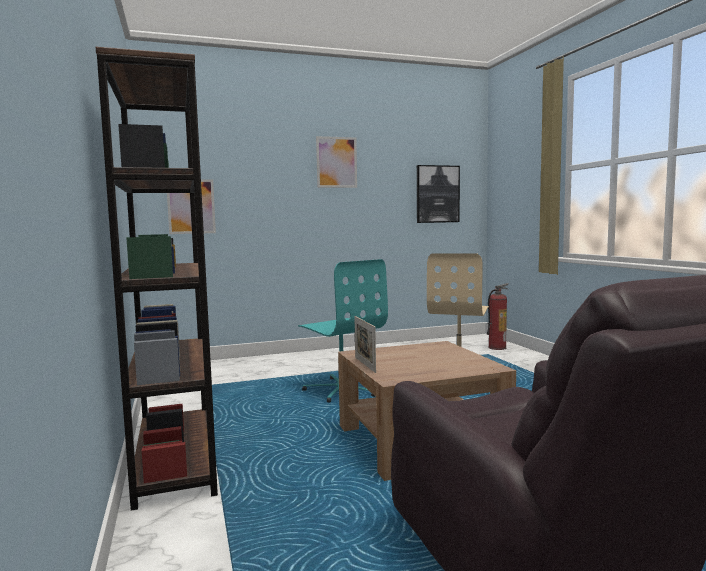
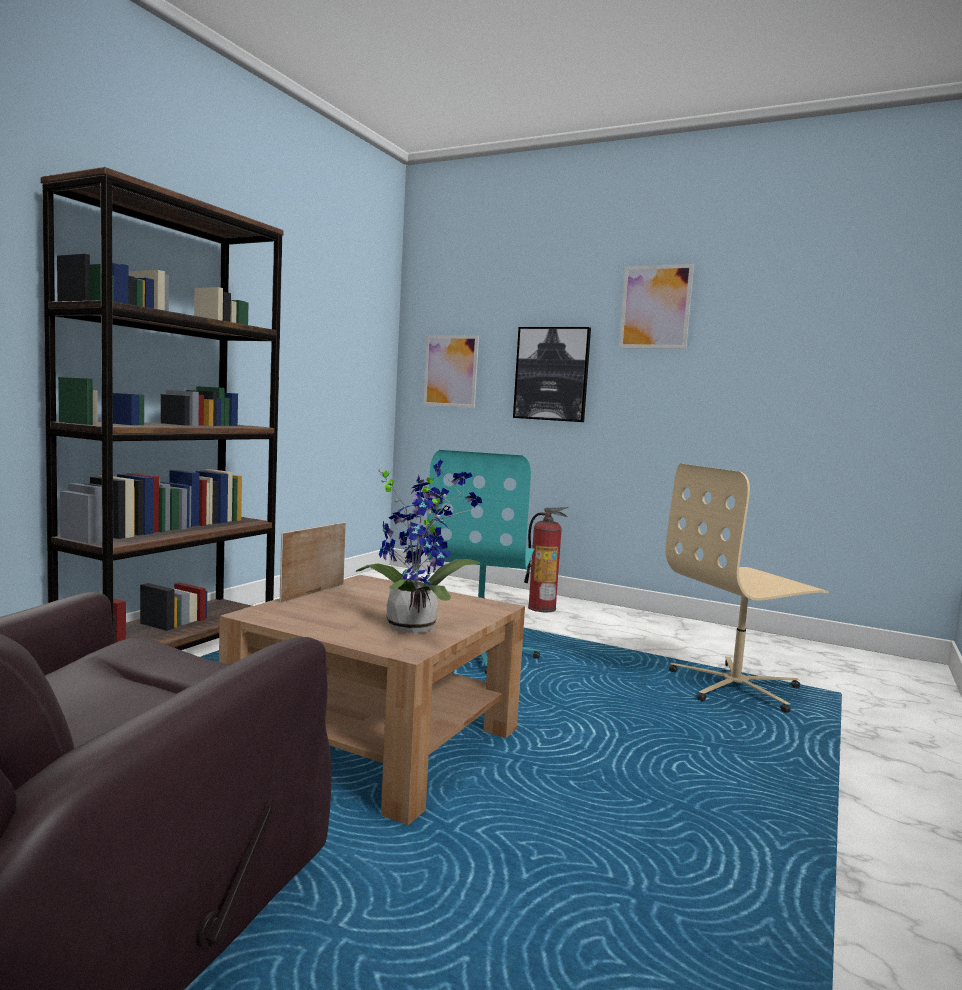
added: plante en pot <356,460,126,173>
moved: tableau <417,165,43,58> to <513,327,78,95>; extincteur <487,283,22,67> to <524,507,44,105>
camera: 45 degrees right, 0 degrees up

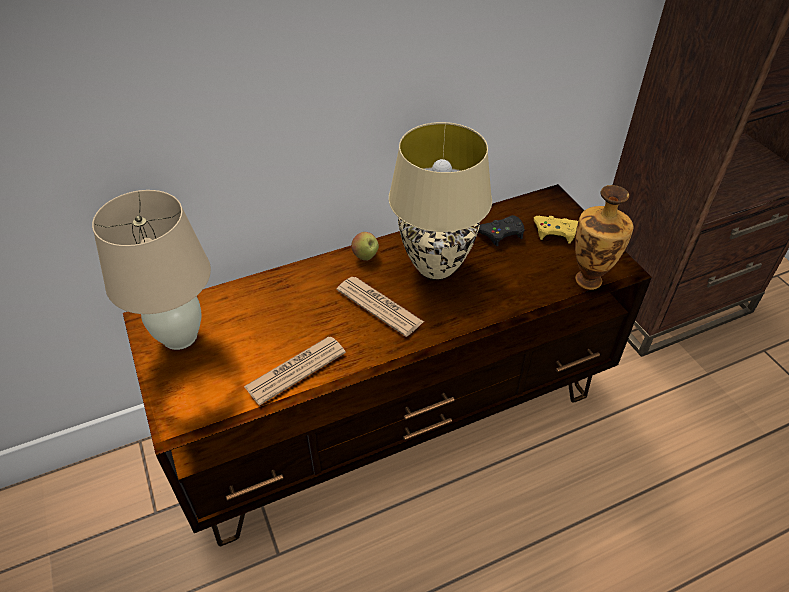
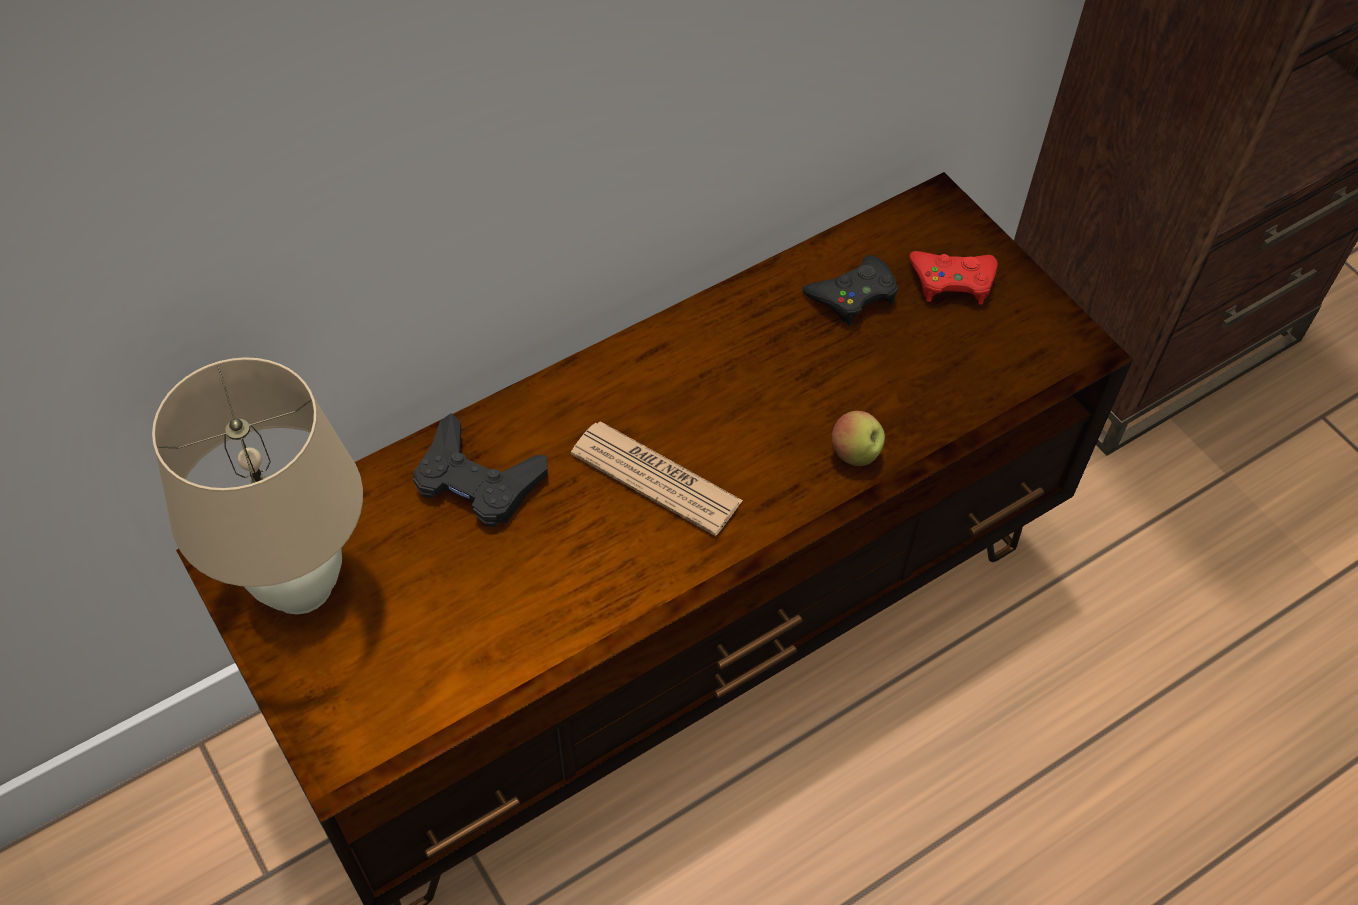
removed: journal <244,336,102,69>; lampe de table [beige] <389,122,103,157>; vase <575,185,58,105>
added: manette [noir] <413,413,135,114>
moved: pomme <351,232,28,29> to <831,411,54,55>
recoloured: manette [jaune] <534,216,44,27> to manette [rouge] <910,251,88,54>
camera: 10 degrees left, 10 degrees up

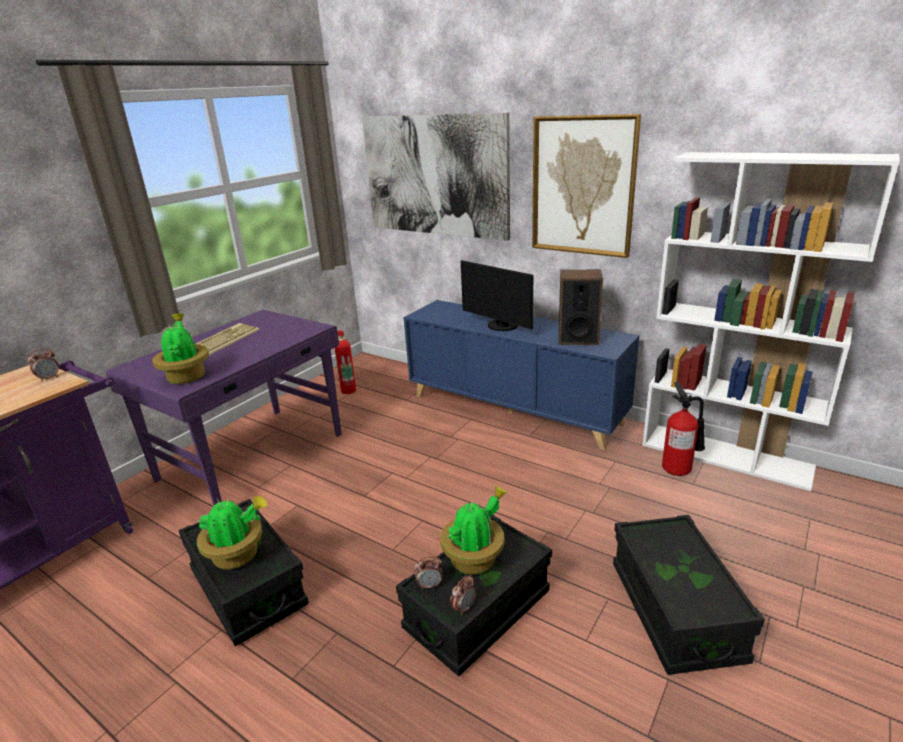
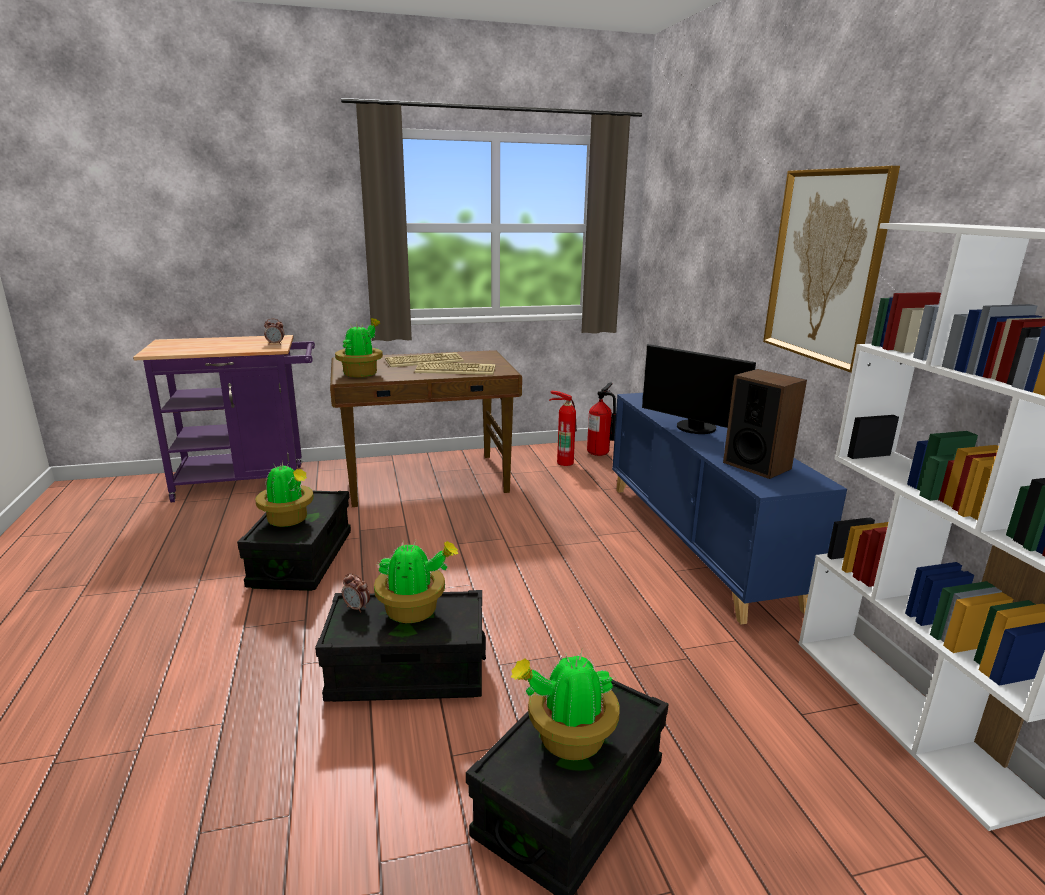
removed: tableau <362,113,148,128>; réveil <450,575,26,41>
added: clavier <415,362,80,13>; plante en pot <511,650,108,110>
moved: extincteur <662,382,43,94> to <587,382,29,74>
recoloured: bureau [violet] <106,310,236,195> to bureau [marron] <330,350,192,157>
turned: écran d'ordinateur <461,260,72,71> = <642,344,114,90> 45 degrees counterclockwise
camera: 40 degrees right, 5 degrees down

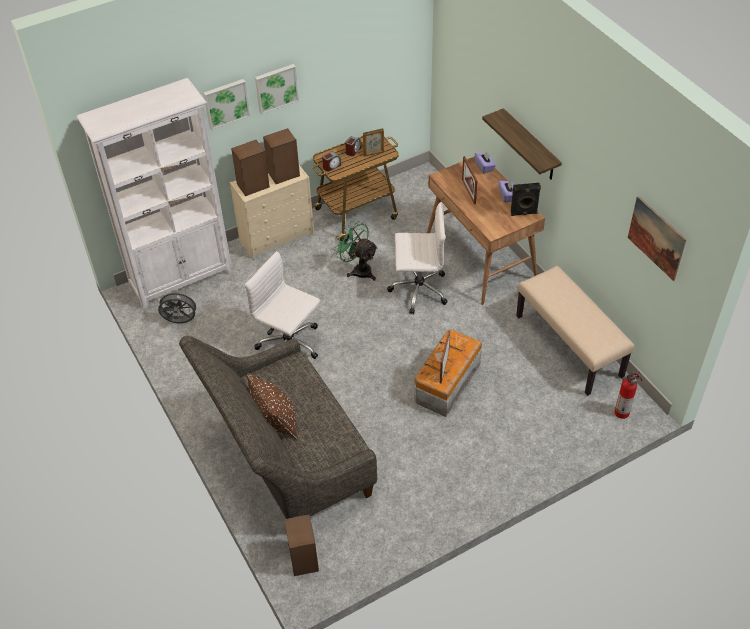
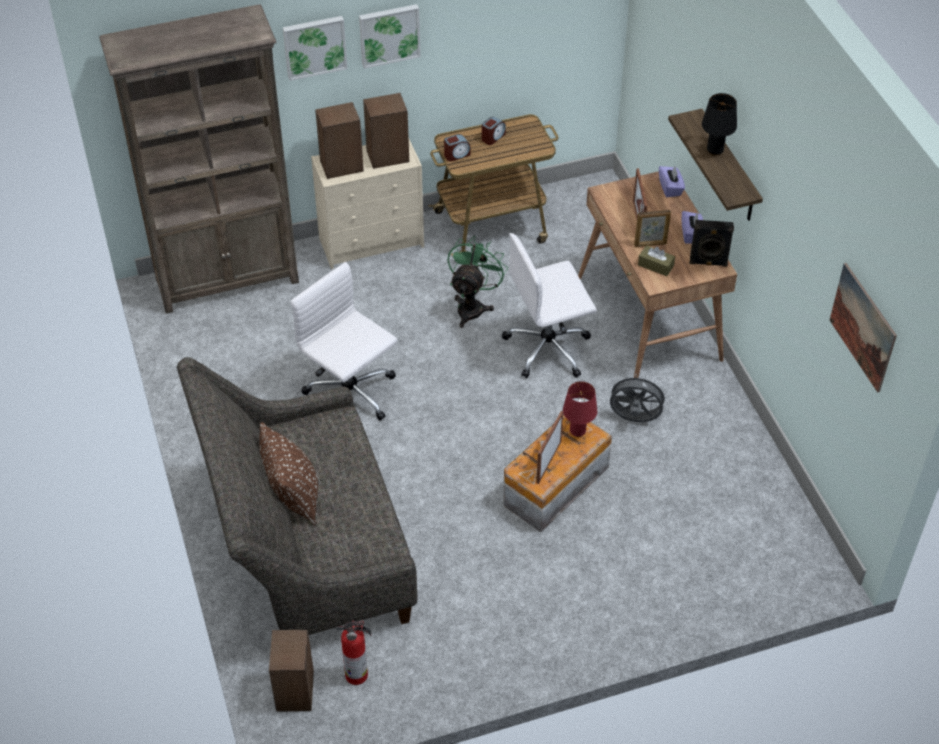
removed: banc [beige] <516,266,119,130>
added: lampe de table [rouge] <563,381,34,56>; boîte à mouchoirs [marron] <638,245,37,31>; lampe de table [noir] <702,93,35,62>
moved: ventilateur [gris] <158,290,40,33> to <608,373,61,49>; cadre photo <363,128,21,29> to <634,210,37,37>; extincteur <615,371,27,48> to <337,620,34,65>
recoloured: bibliothèque [blanc] <77,78,156,231> to bibliothèque [marron] <99,5,200,309>
turned: ventilateur [vert] <333,221,45,60> = <447,236,61,92> 60 degrees clockwise; chaise de bureau [blanc] <387,202,61,113> = <502,233,95,145> 150 degrees clockwise
camera: 10 degrees right, 0 degrees up

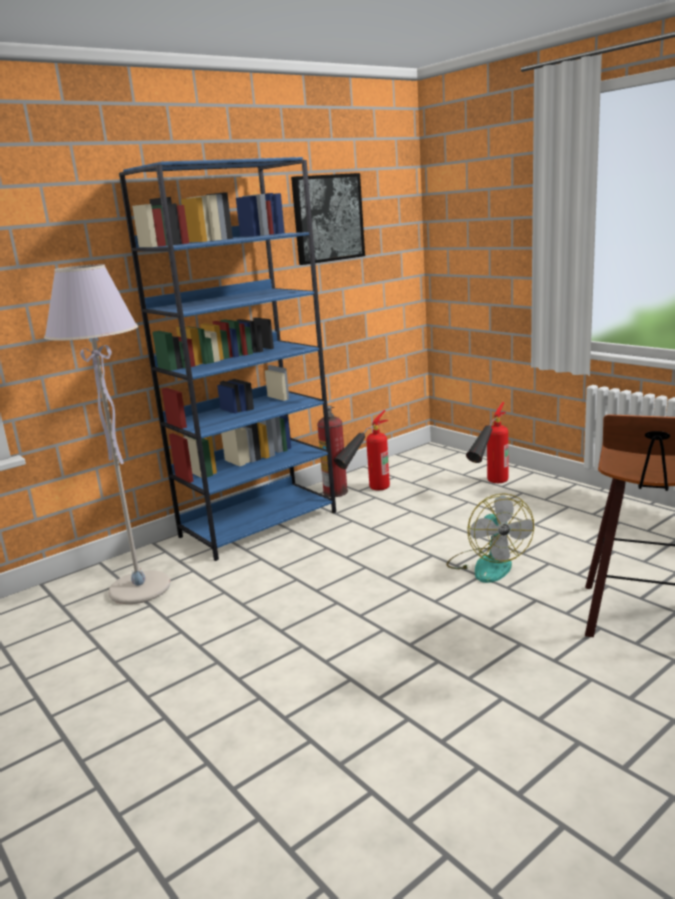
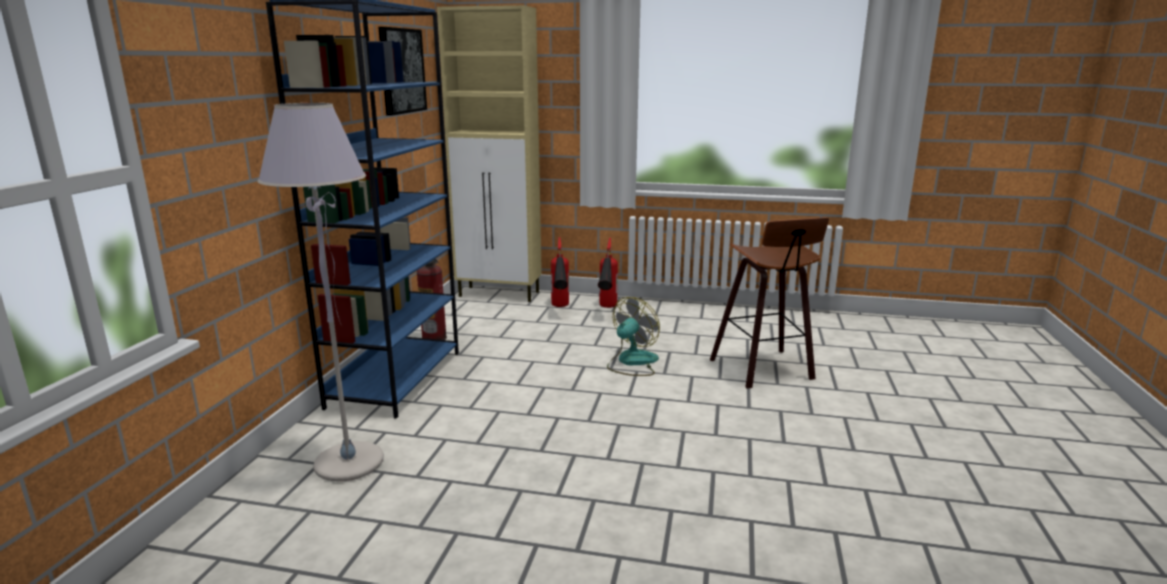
added: meuble de rangement [beige] <437,5,105,297>
moved: extincteur <333,410,57,80> to <598,238,20,70>
turned: ventilateur <446,493,88,90> = <607,297,53,79> 90 degrees counterclockwise
camera: 40 degrees left, 0 degrees up

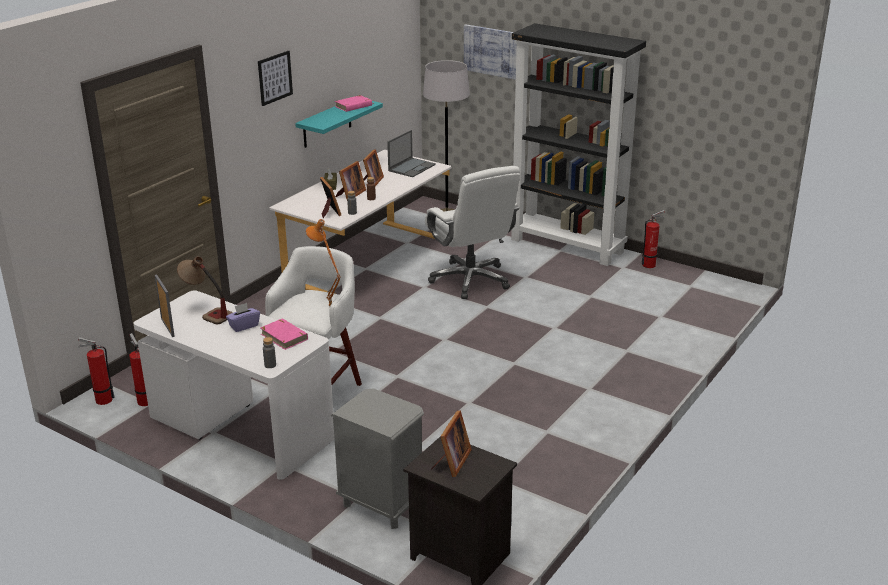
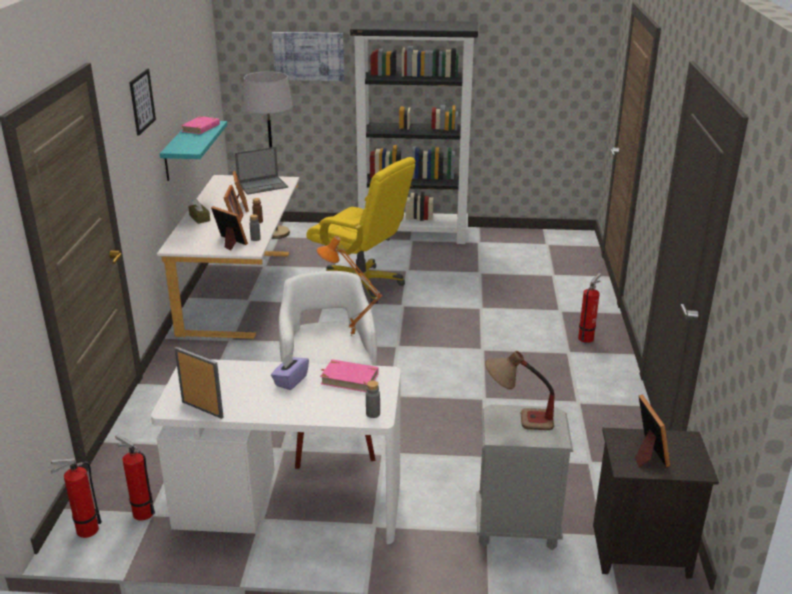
moved: lampe de table <177,256,56,68> to <485,351,70,79>; extincteur <642,210,23,58> to <578,273,23,70>
recoloured: chaise de bureau [blanc] <425,166,95,133> to chaise de bureau [jaune] <306,157,110,147>
turned: ordinateur portable <387,130,49,47> = <235,147,53,48> 60 degrees clockwise
camera: 30 degrees left, 0 degrees up

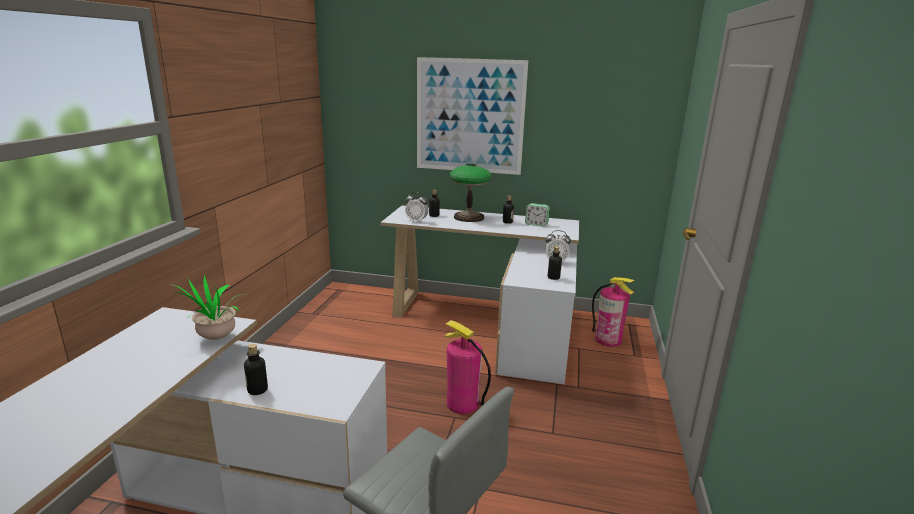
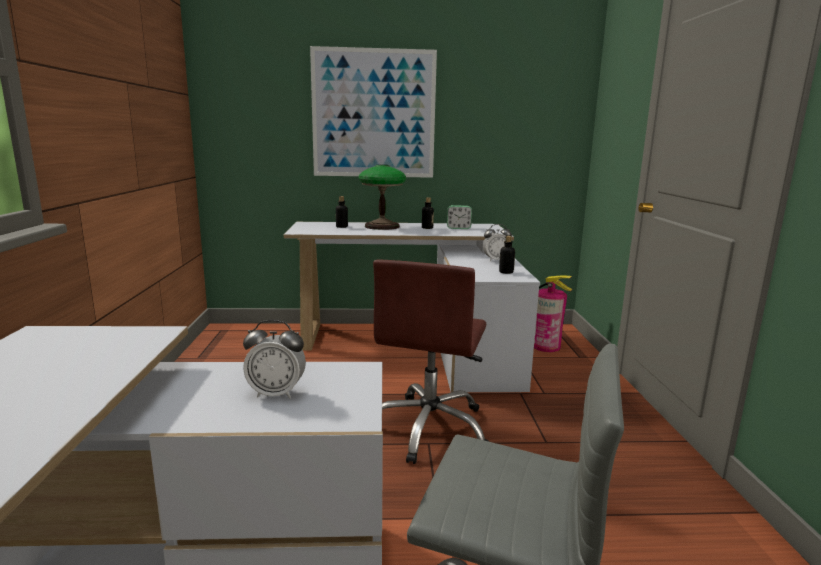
removed: plante en pot <173,275,72,65>; bouteille <244,344,24,51>
moved: réveil <405,192,23,31> to <243,320,63,79>
replaced: extincteur <444,320,47,94> to chaise de bureau [marron] <373,260,115,204>
camera: 15 degrees left, 5 degrees down

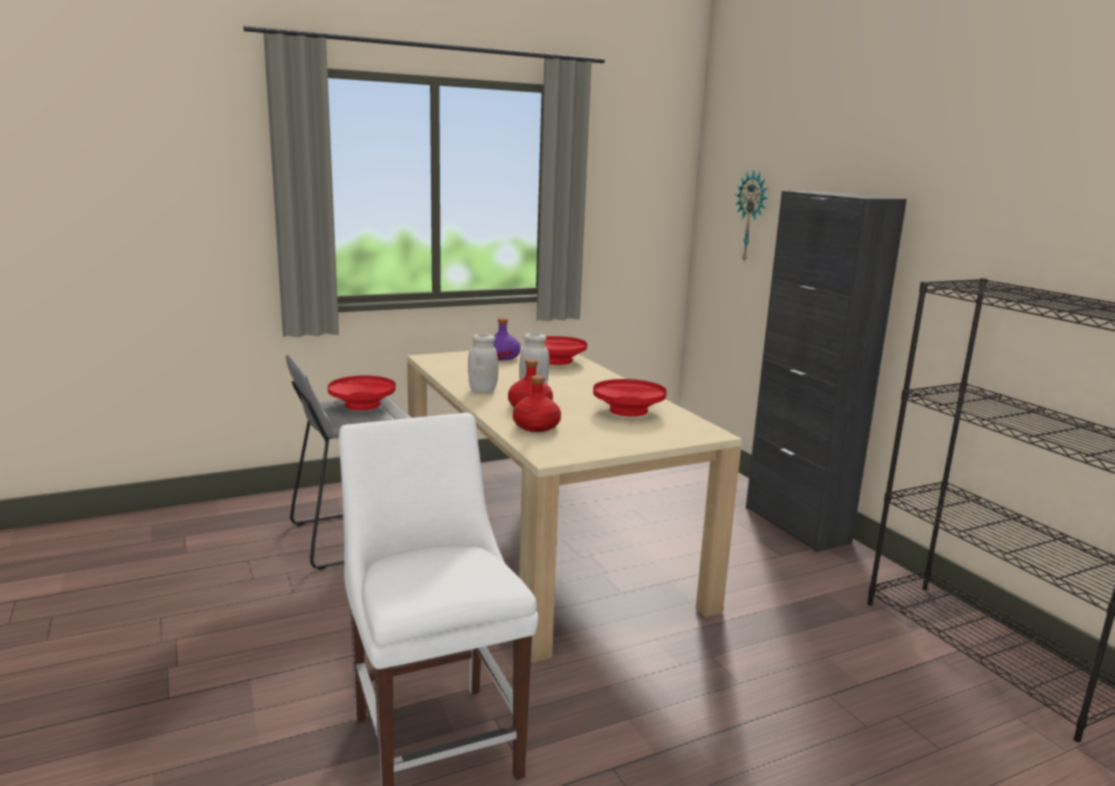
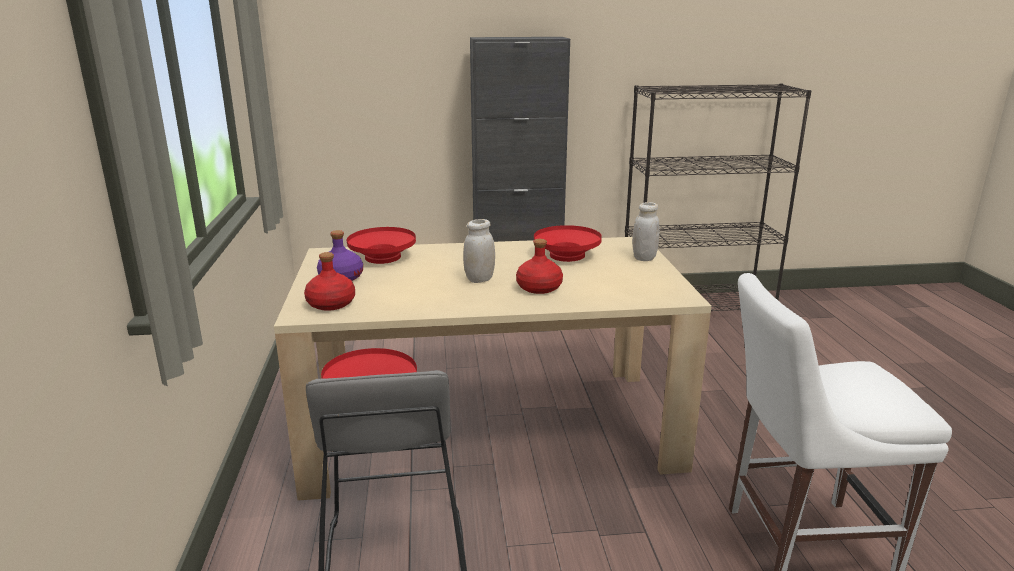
removed: horloge murale <735,171,33,91>
moved: bocal [blanc] <468,334,30,59> to <632,202,28,59>; bouteille [rouge] <513,375,48,57> to <304,252,51,59>
camera: 70 degrees left, 5 degrees up

